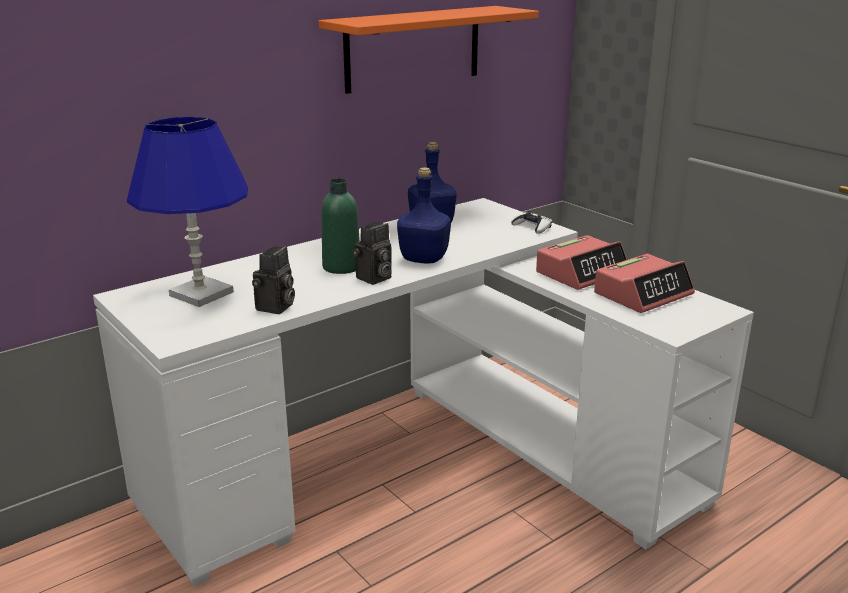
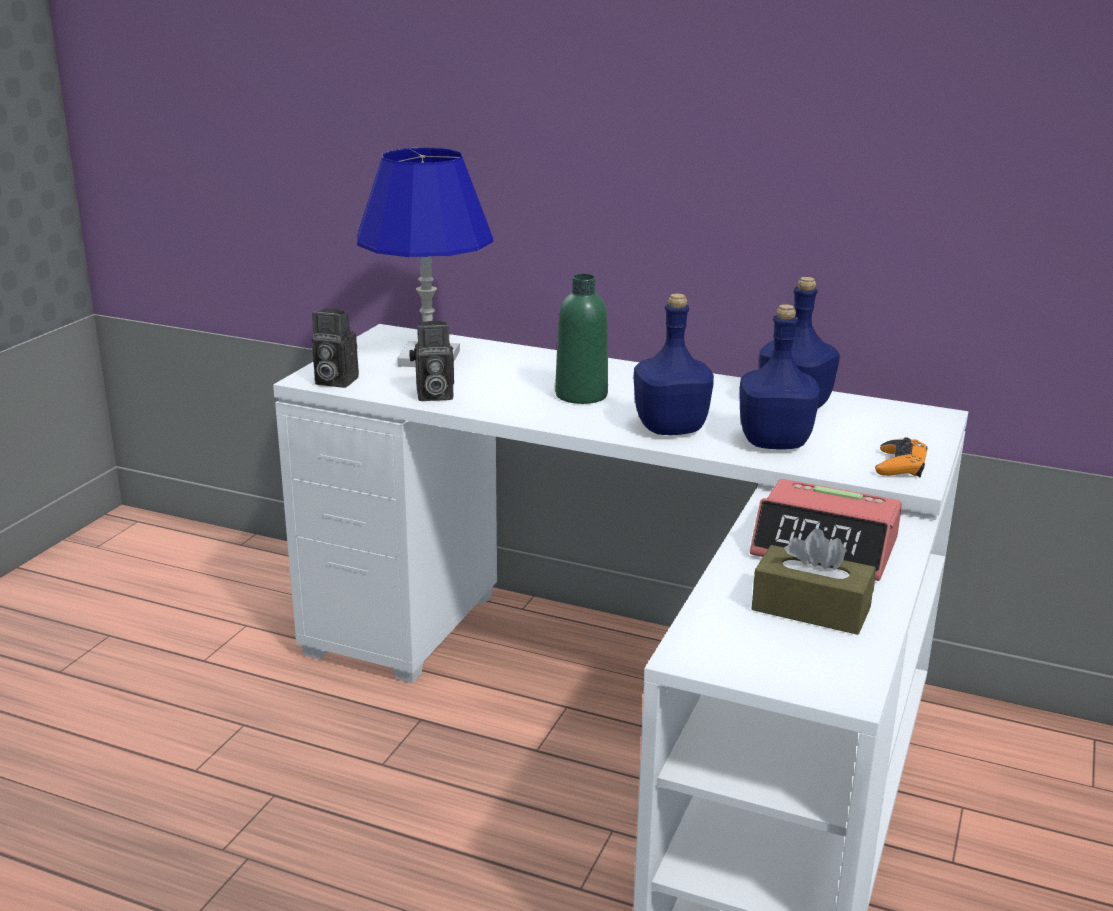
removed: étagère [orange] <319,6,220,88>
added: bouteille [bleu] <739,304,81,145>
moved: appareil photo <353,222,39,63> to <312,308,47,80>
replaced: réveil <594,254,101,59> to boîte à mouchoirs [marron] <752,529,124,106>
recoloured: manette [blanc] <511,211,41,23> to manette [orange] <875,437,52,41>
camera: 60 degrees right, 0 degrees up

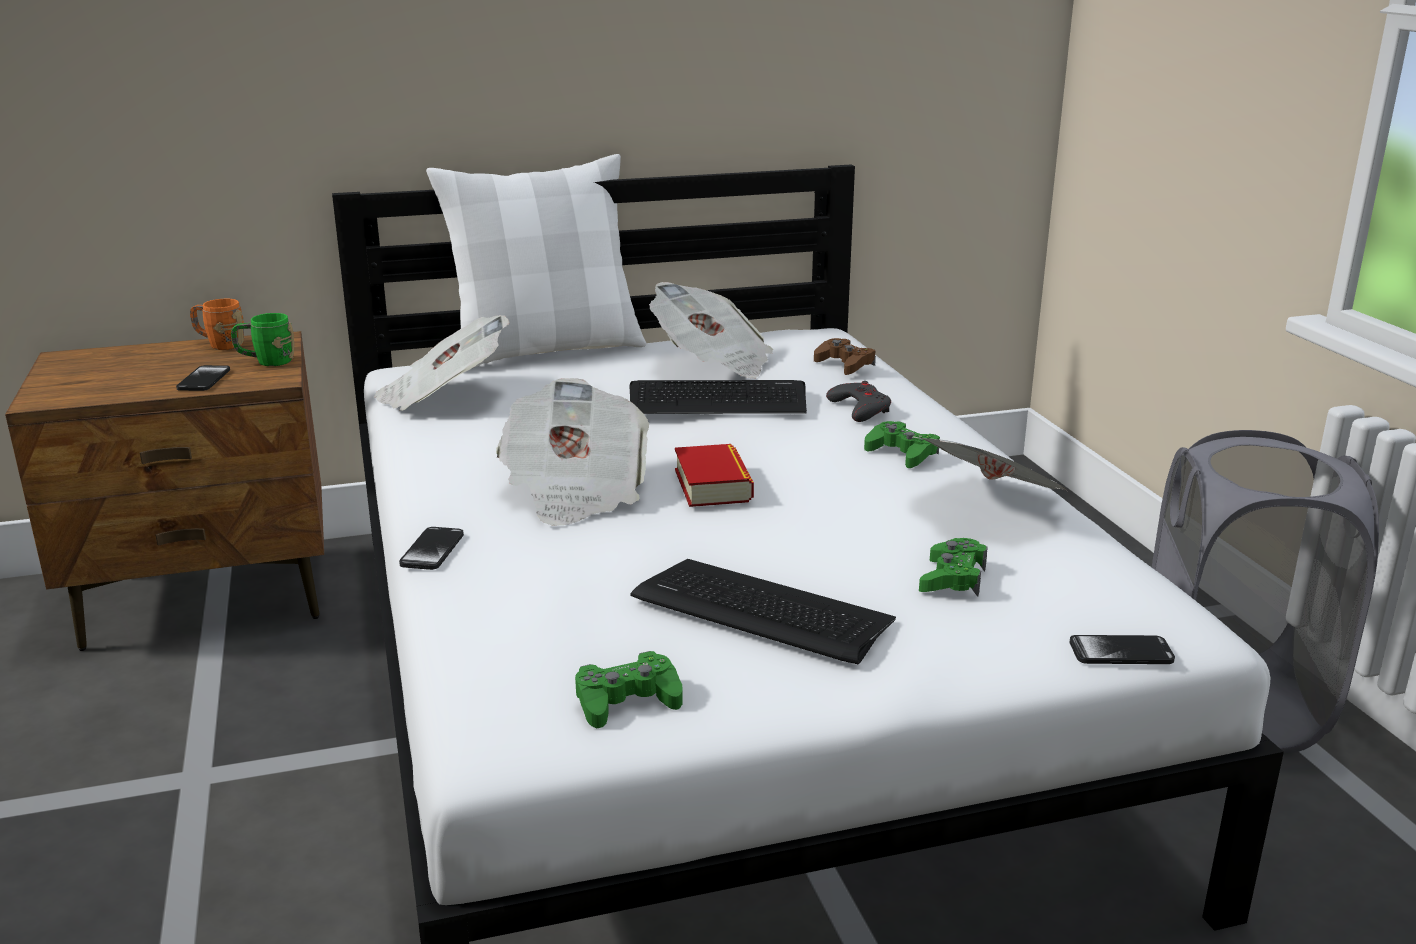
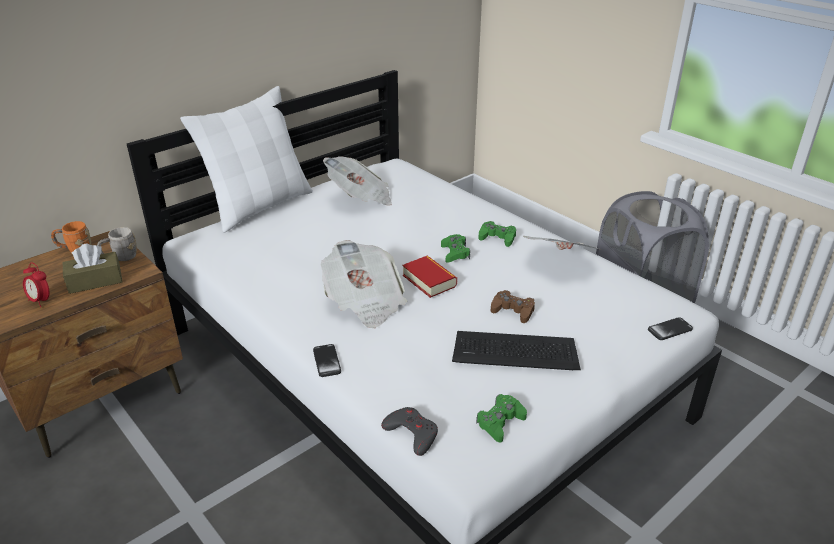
removed: journal <374,315,135,96>; clavier <630,380,177,34>
added: réveil <23,262,27,45>
moved: manette [marron] <814,338,62,37> to <491,290,44,33>; manette [gris] <826,381,65,41> to <381,407,57,49>; manette [vert] <919,538,69,59> to <441,234,29,29>
replaced: téléphone <176,365,54,26> to boîte à mouchoirs [marron] <63,243,59,51>
recoloured: mug [vert] <231,313,63,53> to mug [gris] <97,227,40,34>
camera: 25 degrees left, 10 degrees up

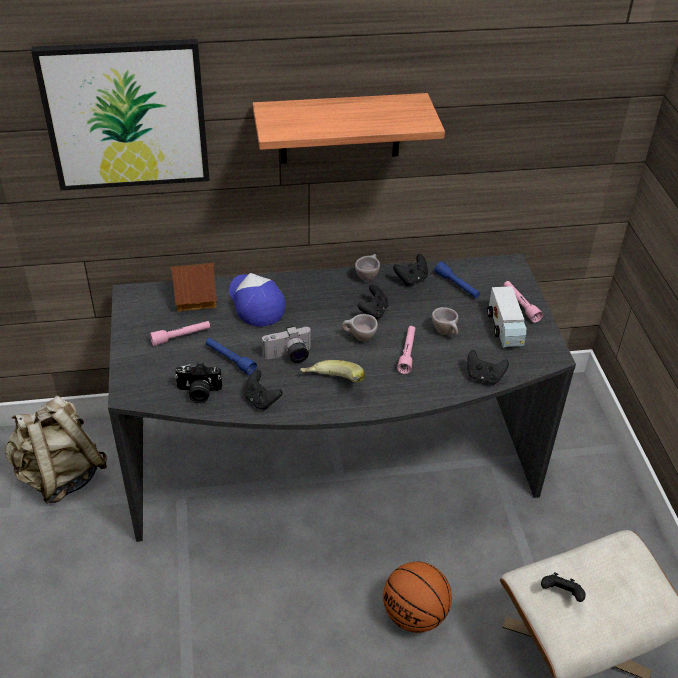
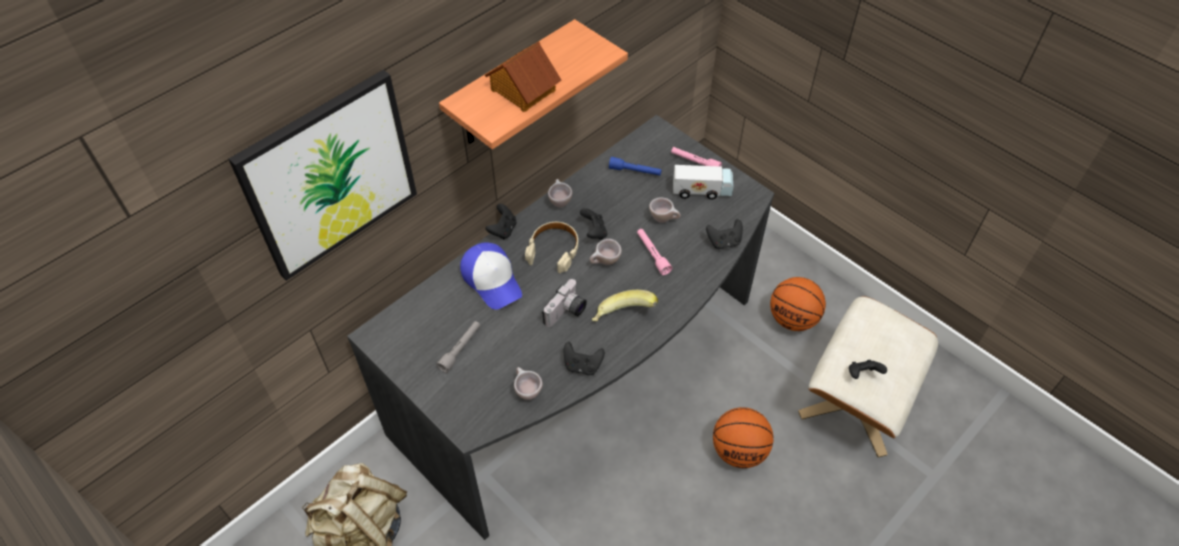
removed: lampe de poche [bleu] <206,338,51,37>
added: casque audio [beige] <525,222,53,51>; ballon de basket <770,277,56,54>
moved: maison miniature <171,263,46,49> to <485,41,77,71>; manette [noir] <393,254,35,32> to <485,204,31,35>
replaced: appareil photo <175,363,47,40> to tasse [beige] <514,367,29,33>
recoloured: lampe de poche [rose] <150,321,60,25> to lampe de poche [gris] <436,321,44,52>
turned: casquette <229,273,56,54> = <460,242,62,68> 150 degrees counterclockwise; camion jouet <487,286,39,61> = <673,165,60,35> 45 degrees counterclockwise
camera: 35 degrees left, 10 degrees up

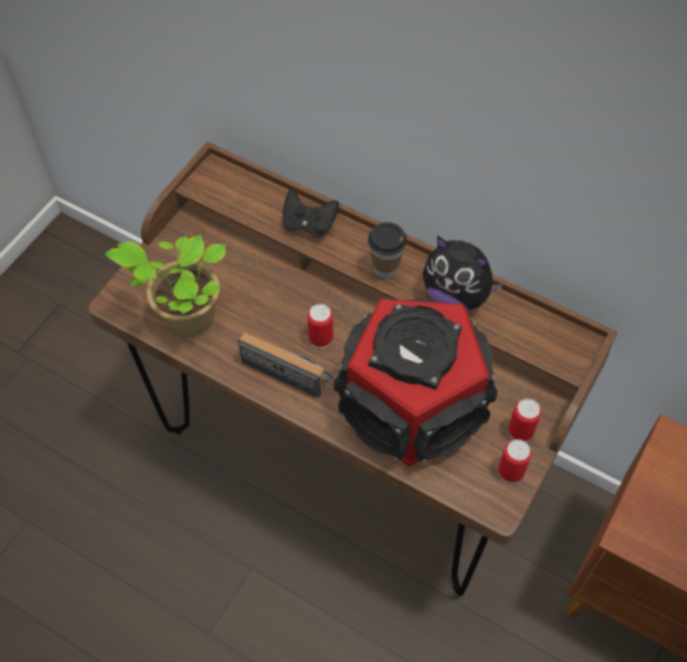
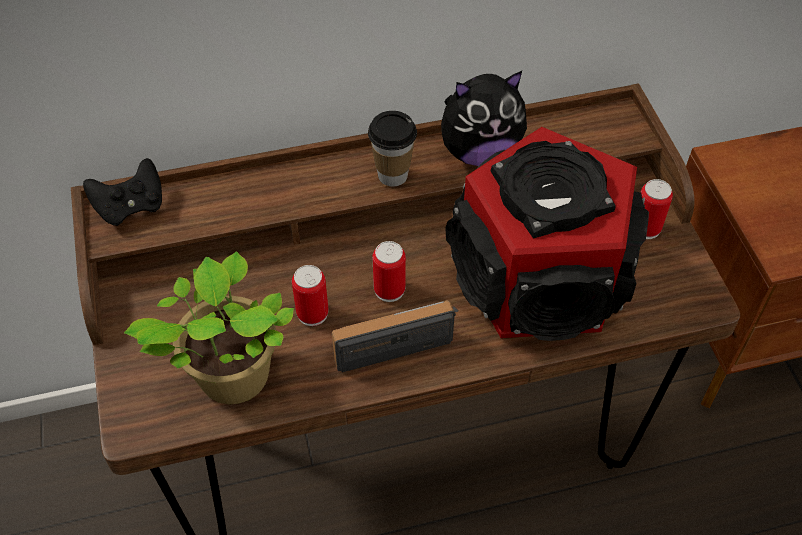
moved: manette [noir] <283,190,56,48> to <83,158,79,68>; boîte métallique <498,439,34,44> to <292,265,37,61>
camera: 45 degrees left, 5 degrees down

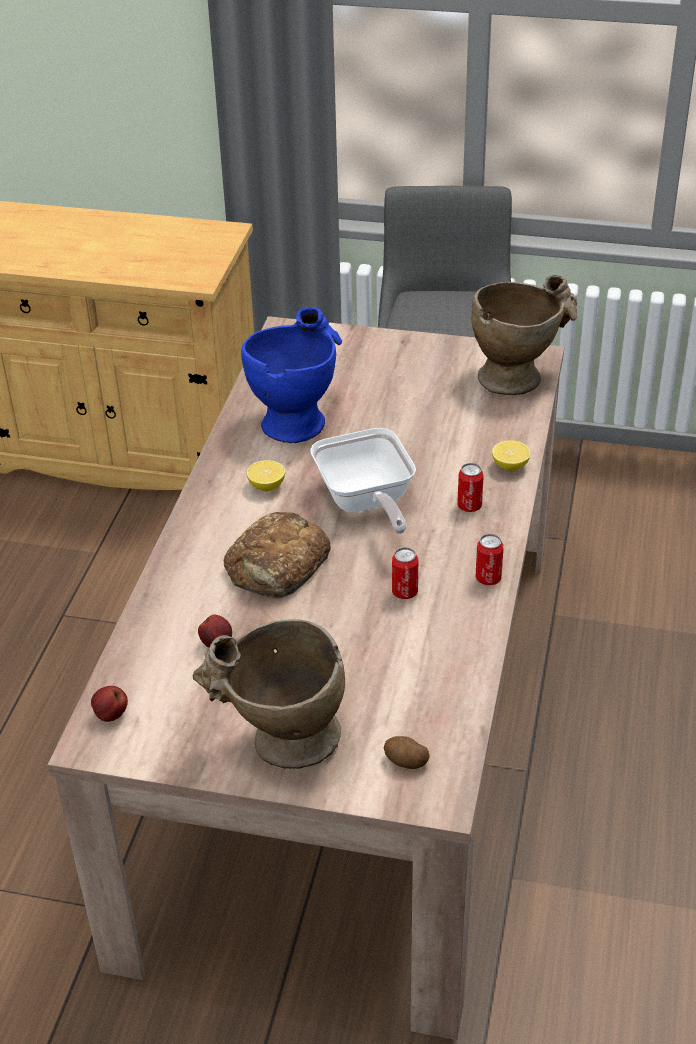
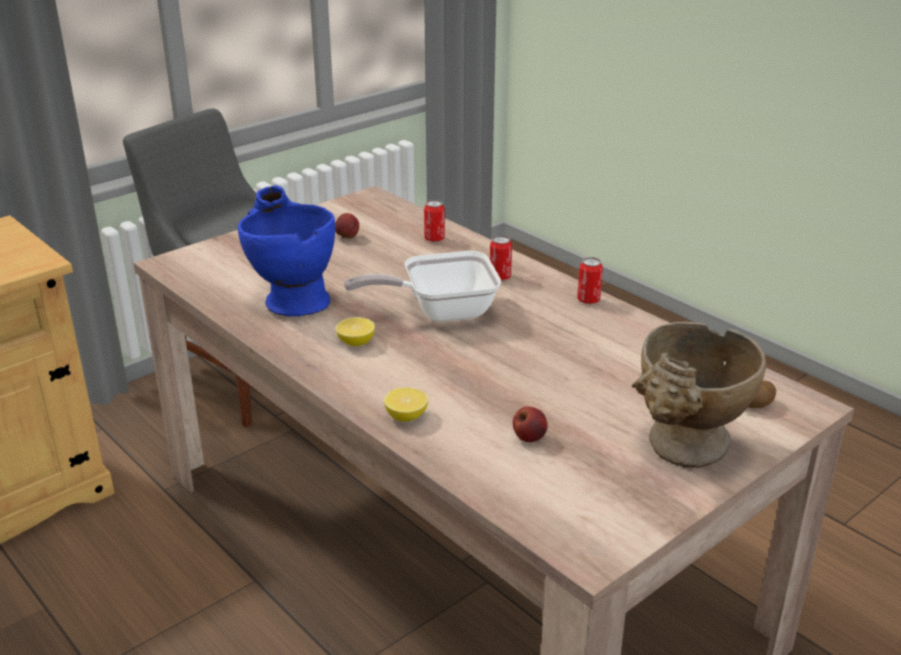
removed: pain <224,512,107,87>; vase [beige] <471,275,106,120>
moved: pomme <91,686,37,36> to <335,213,24,25>; boîte métallique <392,547,26,52> to <424,200,21,42>; citron <492,440,39,31> to <384,387,44,35>
turned: poêle <310,428,106,106> = <344,251,157,71> 150 degrees clockwise
camera: 55 degrees left, 10 degrees down

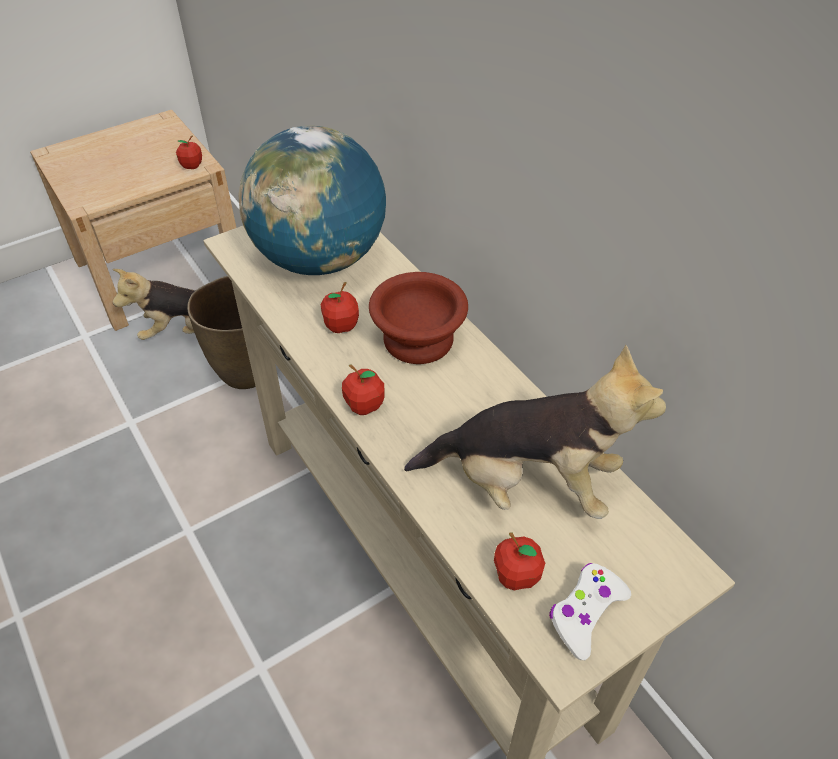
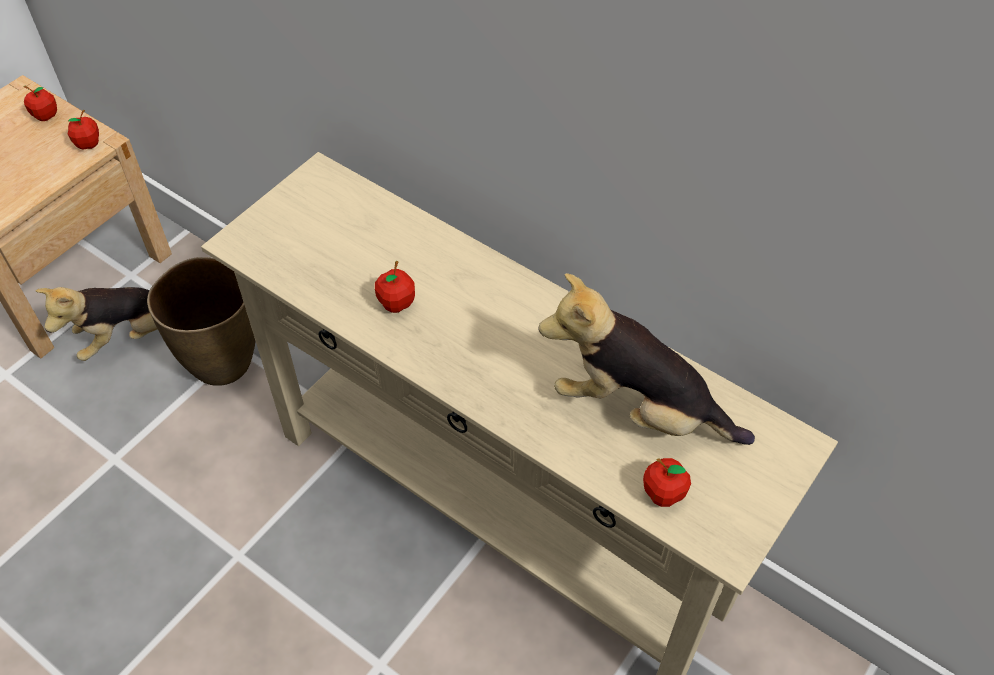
removed: globe <238,126,148,149>; bol [marron] <369,272,99,92>; manette [blanc] <549,563,82,97>
moved: pomme <342,364,42,51> to <23,86,34,35>
turned: peluche <404,345,262,174> = <538,273,217,172> 150 degrees counterclockwise
camera: 20 degrees left, 5 degrees up

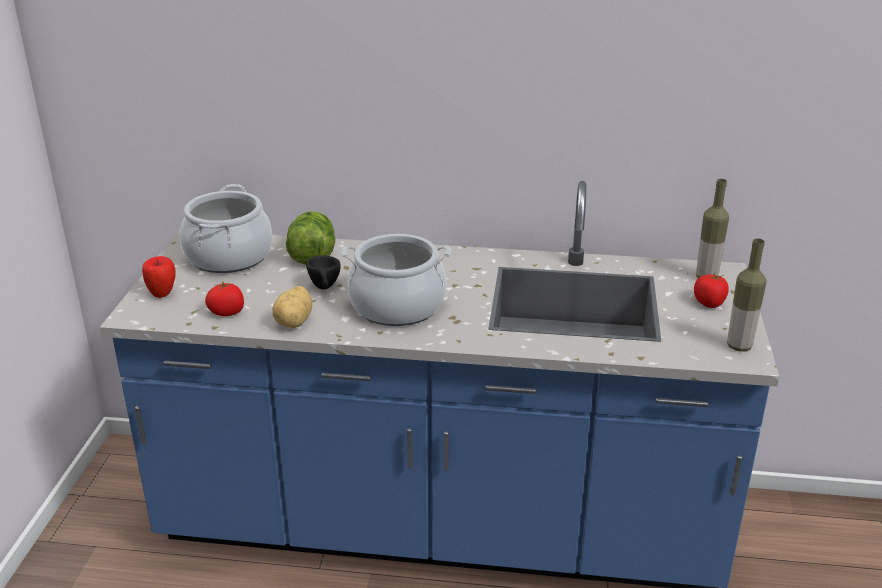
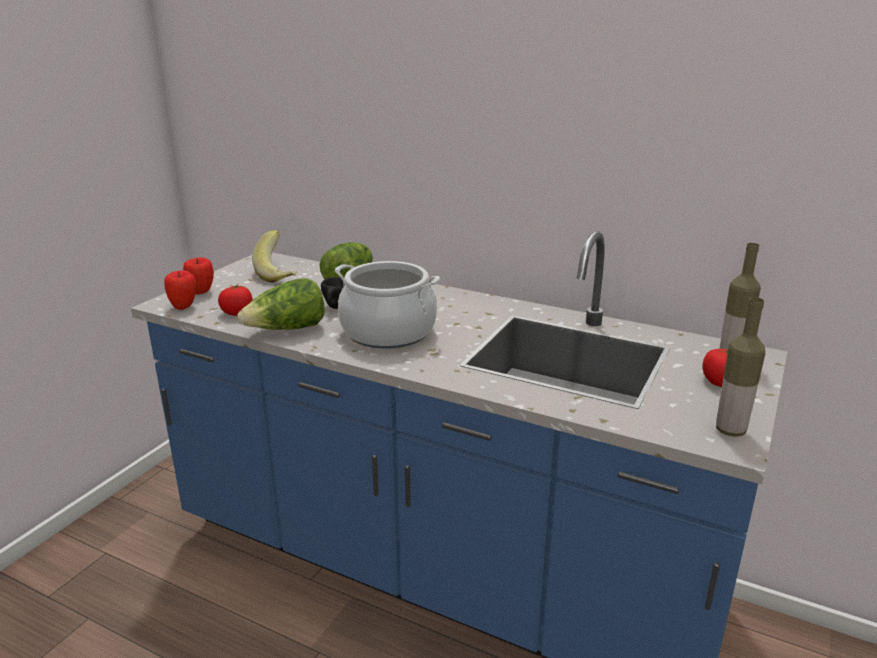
added: pomme <164,270,32,40>
replaced: marmite <180,184,92,89> to banane <252,230,44,52>; pomme de terre <273,286,39,42> to laitue <237,278,88,52>
camera: 20 degrees right, 5 degrees down

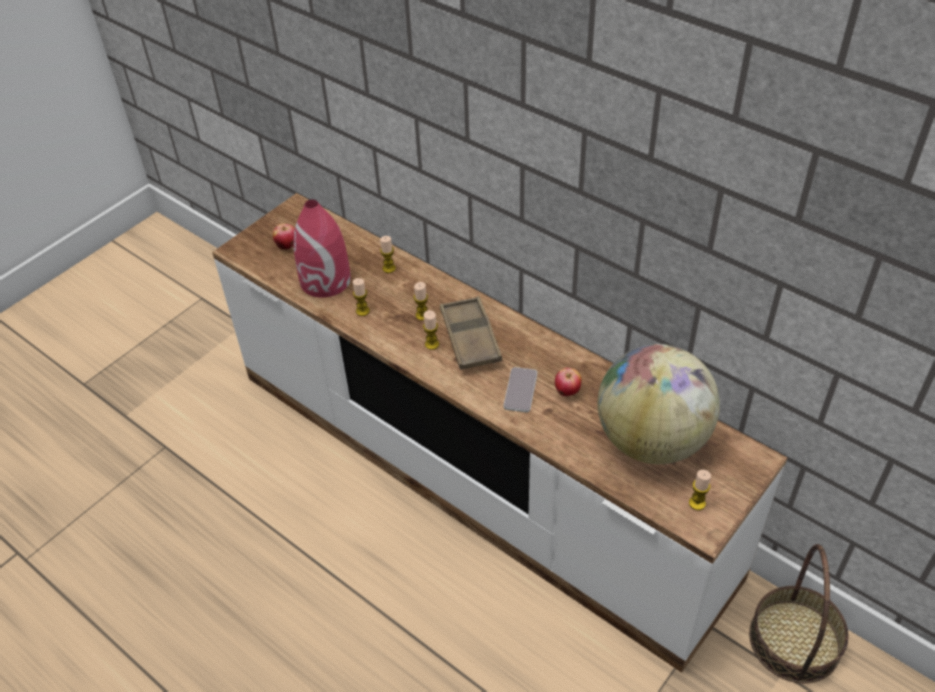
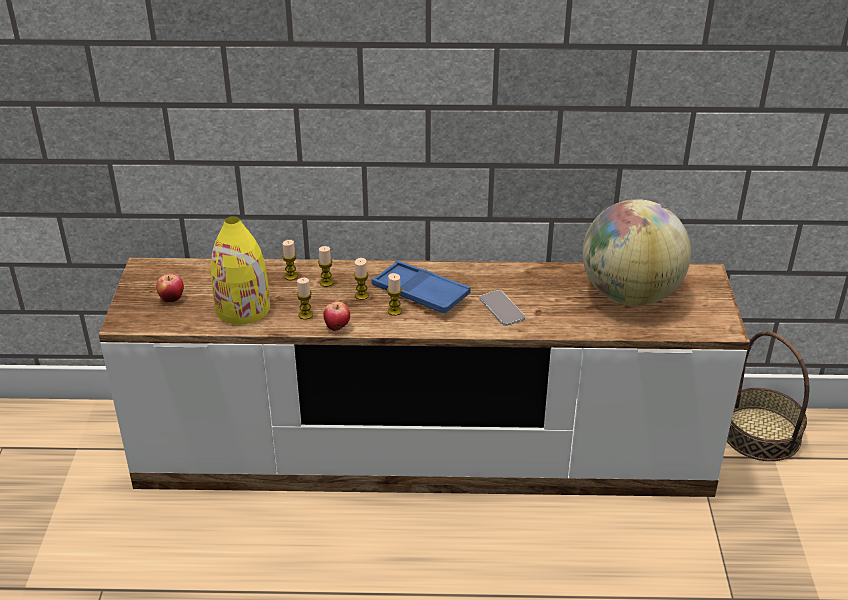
moved: pomme <555,368,27,28> to <323,302,27,29>; bougie <689,470,22,40> to <318,246,16,41>
recoloured: vase [rouge] <293,200,58,98> to vase [jaune] <211,216,59,108>; plateau [marron] <440,296,62,74> to plateau [bleu] <372,260,99,53>
camera: 40 degrees left, 10 degrees down

